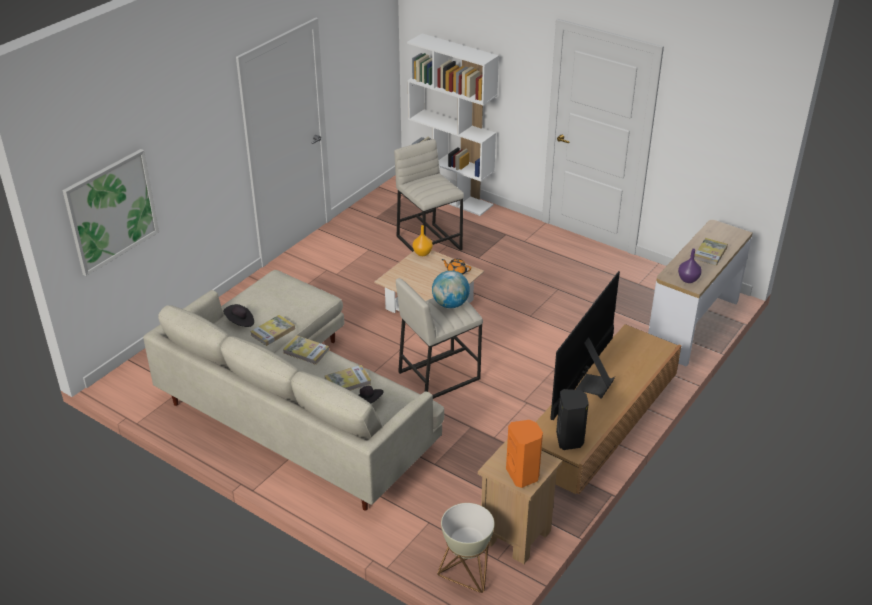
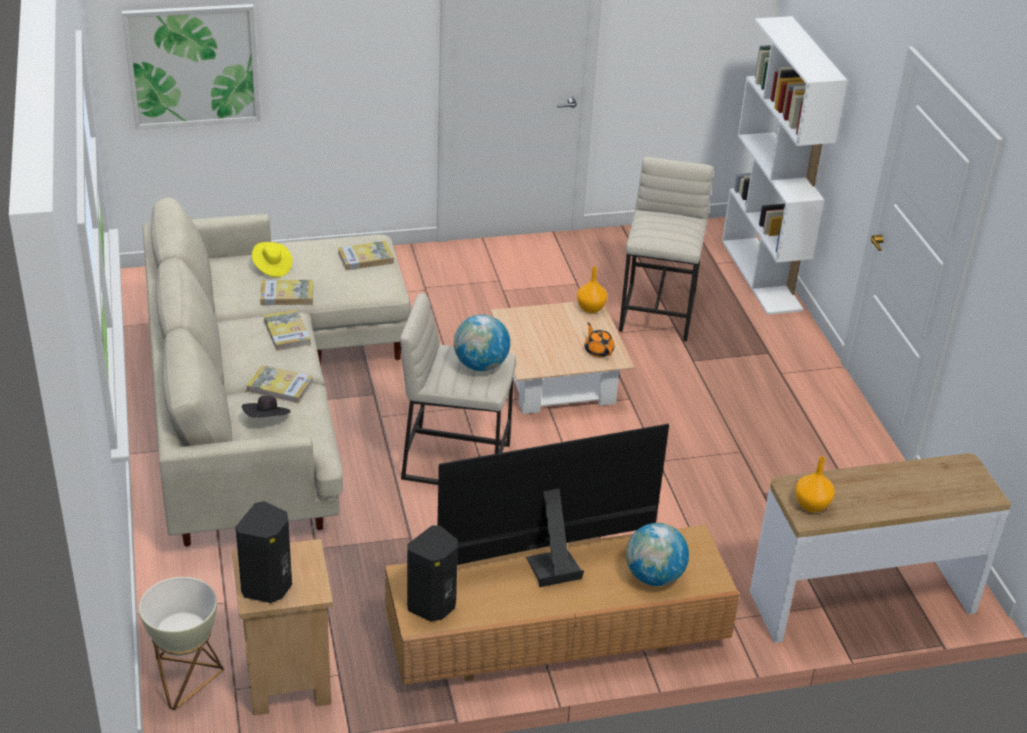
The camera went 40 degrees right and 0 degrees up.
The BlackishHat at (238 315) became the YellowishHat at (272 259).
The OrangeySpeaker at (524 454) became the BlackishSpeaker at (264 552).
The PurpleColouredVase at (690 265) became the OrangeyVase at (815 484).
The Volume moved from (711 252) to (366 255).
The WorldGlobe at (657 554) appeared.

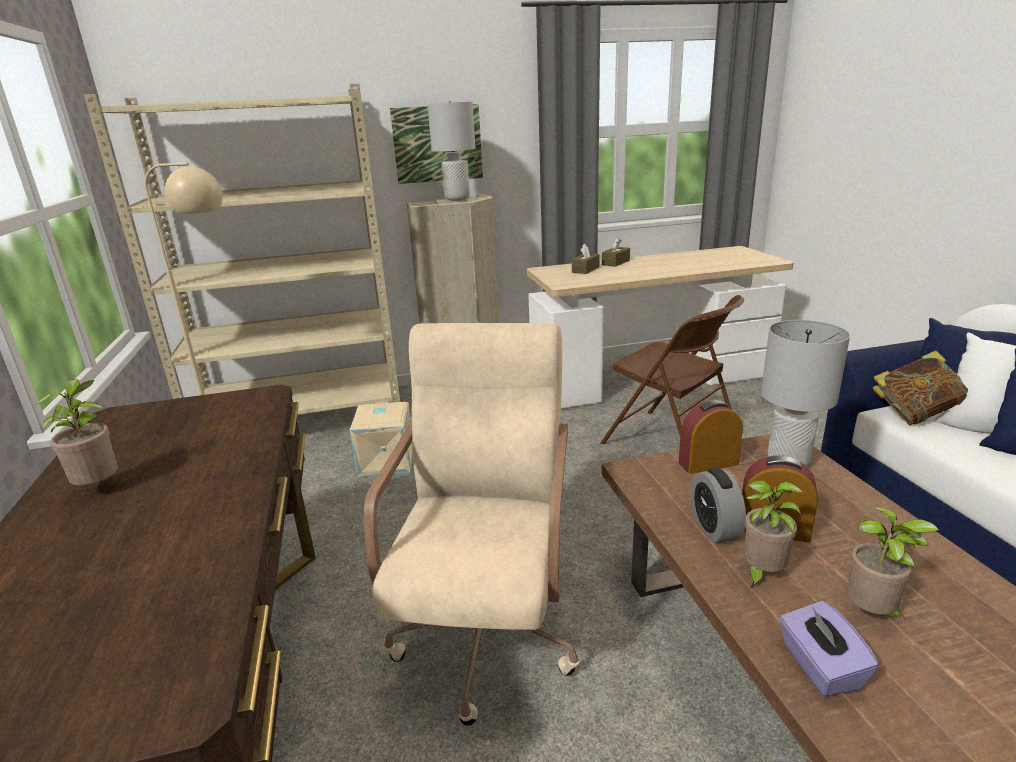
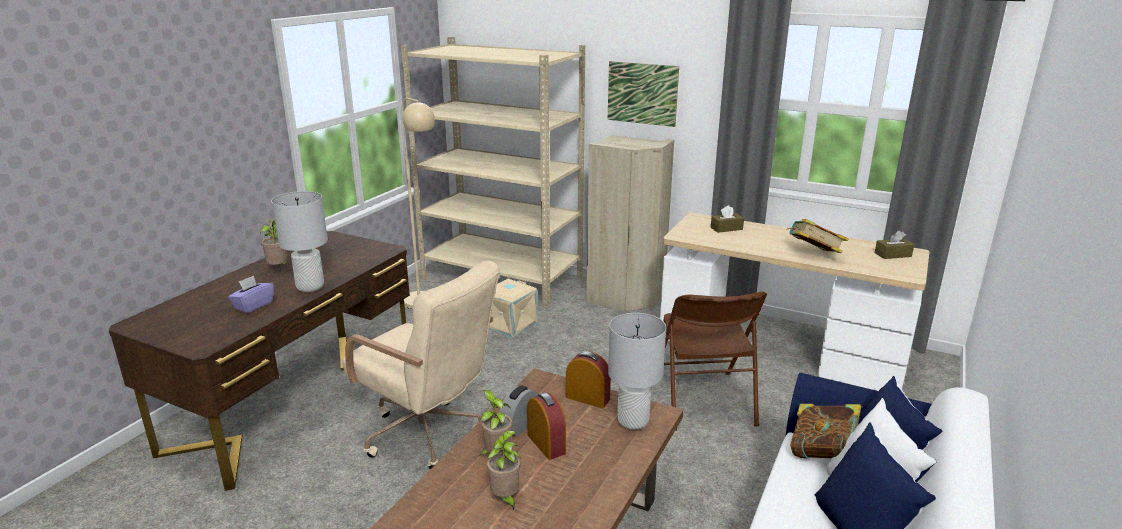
The camera went 40 degrees right and 0 degrees up.
The SandColouredOfficeChair at (472 524) turned 75 degrees clockwise.
The GreyishTabletopLamp moved from (451 151) to (299 241).
The BrownColouredBoxOfTissues moved from (616 252) to (894 245).
The PurpleColouredBoxOfTissues moved from (829 648) to (251 294).
The Volume at (818 236) appeared.

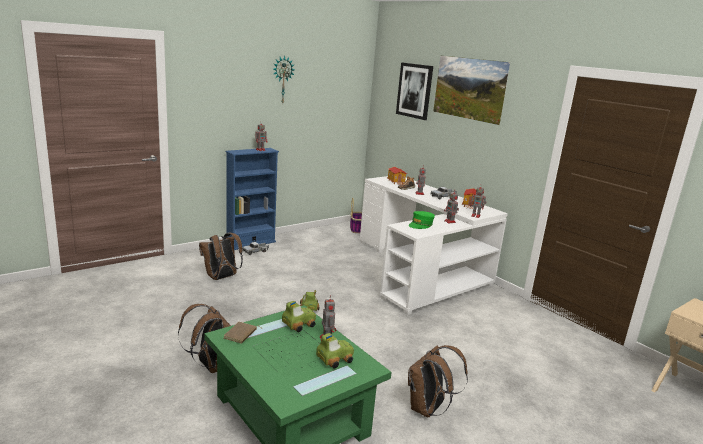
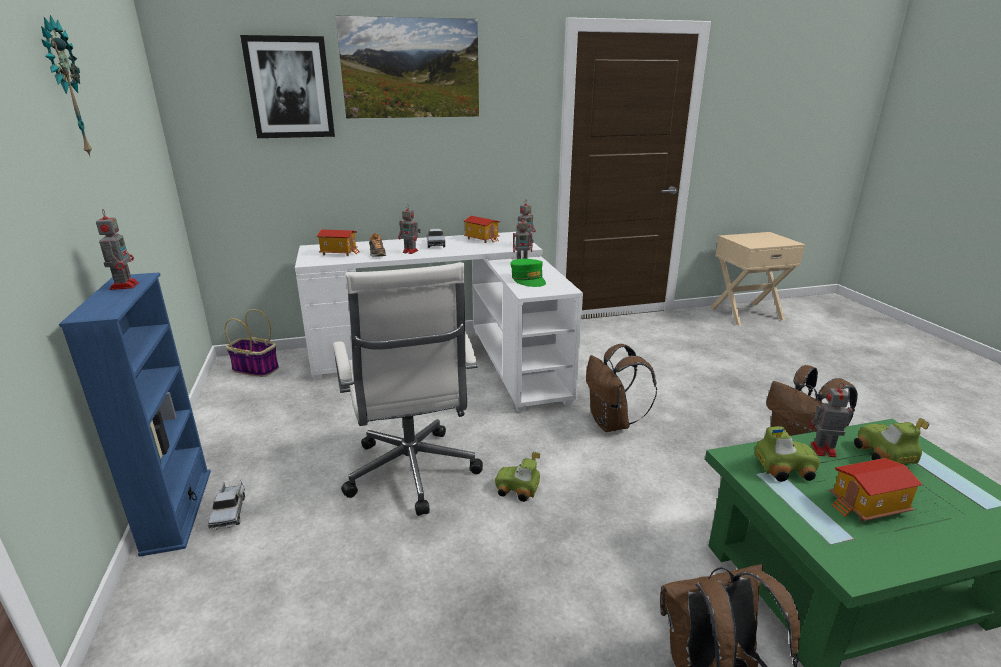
The camera went 65 degrees left and 5 degrees up.
The BrownColouredKnapsack moved from (221 256) to (621 388).
The BrownColouredVolume at (243 333) disappeared.
The ModelCar at (299 316) turned 105 degrees clockwise.
The WhiteOfficeChair at (408 389) appeared.
The MiniatureHouse at (876 489) appeared.

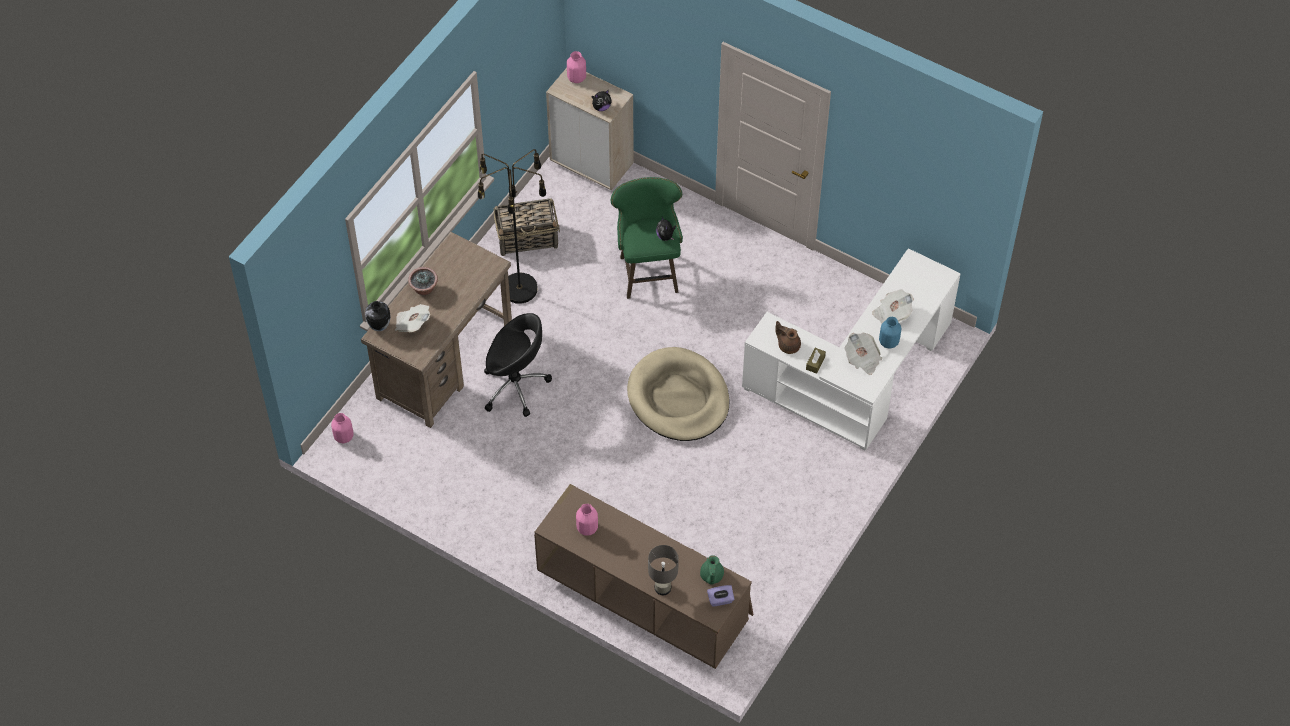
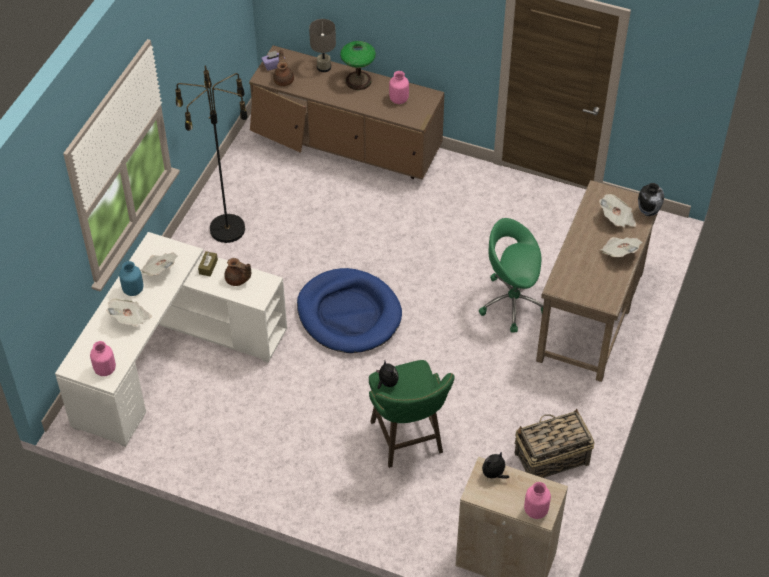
The camera went 170 degrees right and 5 degrees down.
The PinkColouredVase moved from (342 428) to (103 358).
The PottedPlant at (423 281) was replaced by the DailyPaper at (621 247).
The FloorLamp moved from (512 226) to (211 154).
The BlackishOfficeChair at (518 365) became the GreenColouredOfficeChair at (511 275).
The SandColouredDogBed at (678 394) became the BlueDogBed at (349 310).
The GreenColouredTeapot at (712 570) became the BrownColouredTeapot at (283 68).
The TabletopLamp at (358 65) appeared.

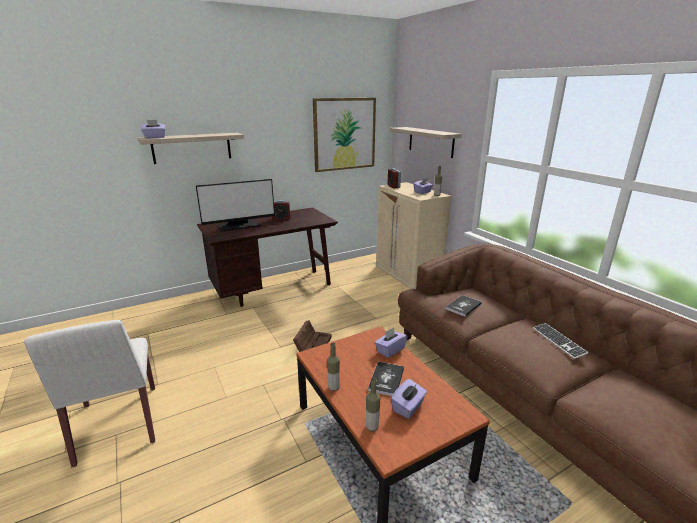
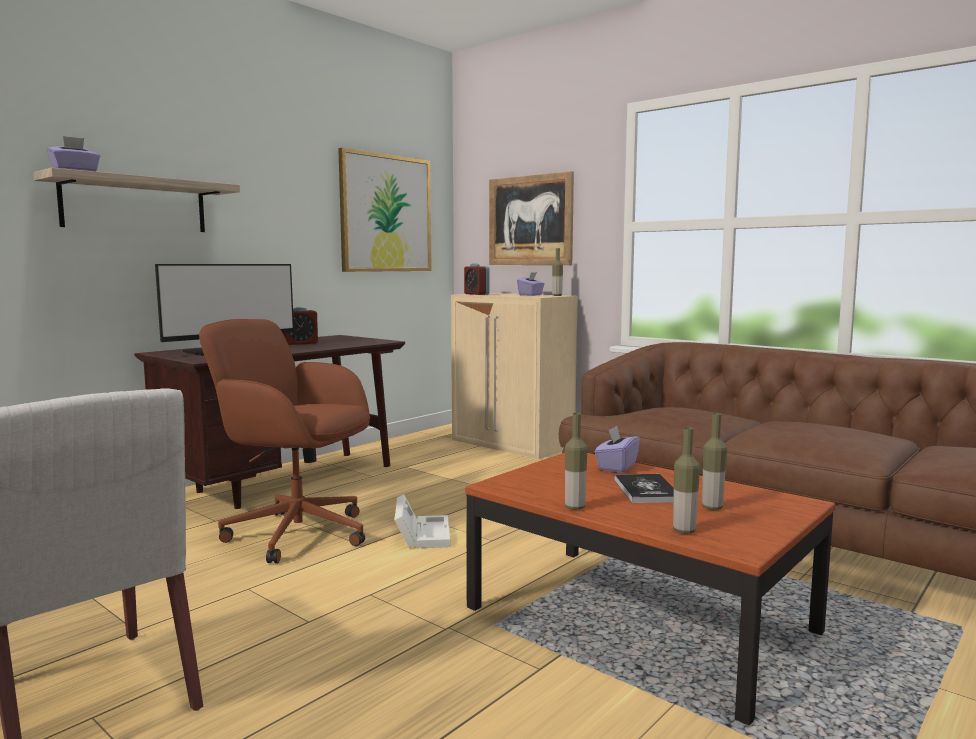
The camera went 20 degrees left and 15 degrees down.
The BrownColouredStorageContainer at (312 336) became the WhiteStorageContainer at (422 521).
The BracketShelf at (426 142) was replaced by the WallPicture at (531 218).
The PurpleColouredBoxOfTissues at (409 399) was replaced by the BeverageBottle at (714 461).
The Volume at (464 306) disappeared.
The PcKeyboard at (560 341) disappeared.
The BrownColouredOfficeChair at (284 441) appeared.

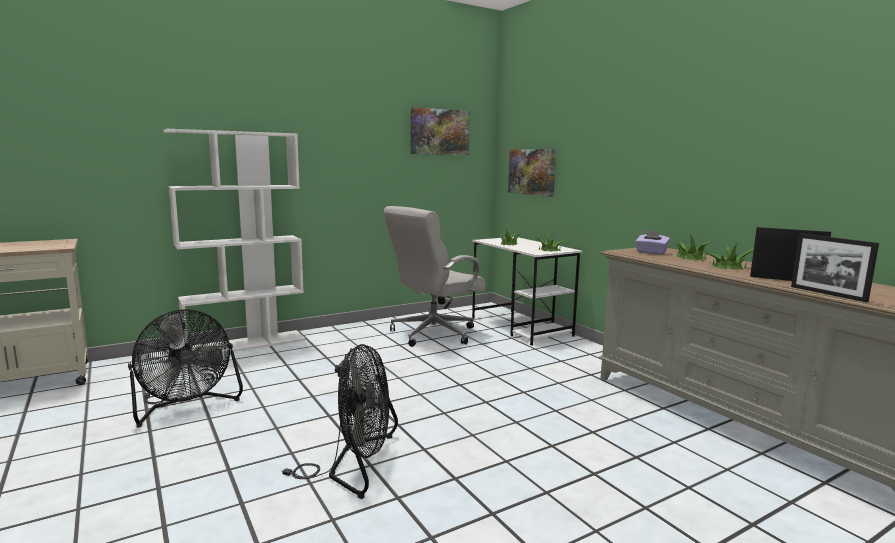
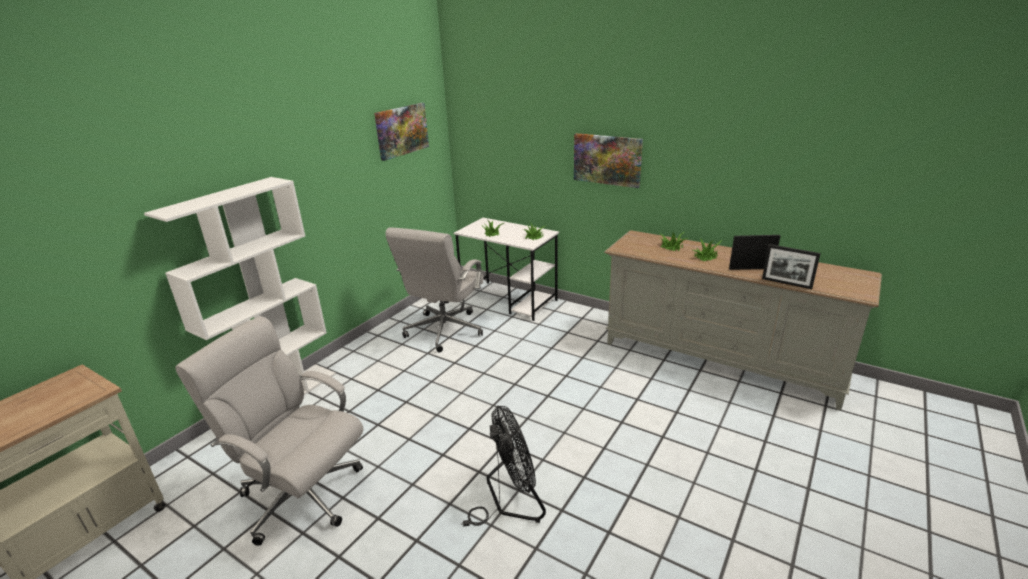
The camera went 25 degrees left and 15 degrees up.
The BlackishCoolingFan at (185 368) was replaced by the GreyishOfficeChair at (269 431).
The WallPicture moved from (532 173) to (608 160).
The PurpleColouredBoxOfTissues at (653 242) disappeared.

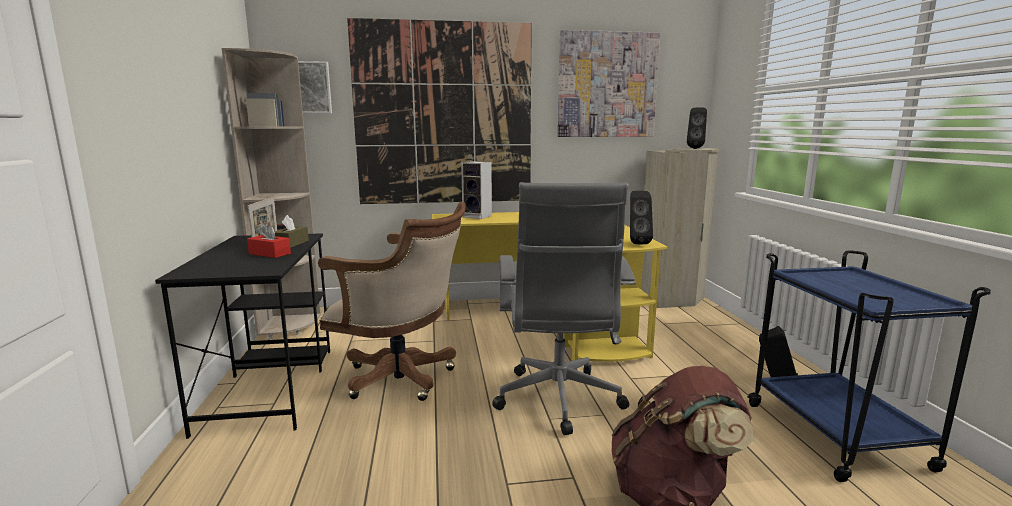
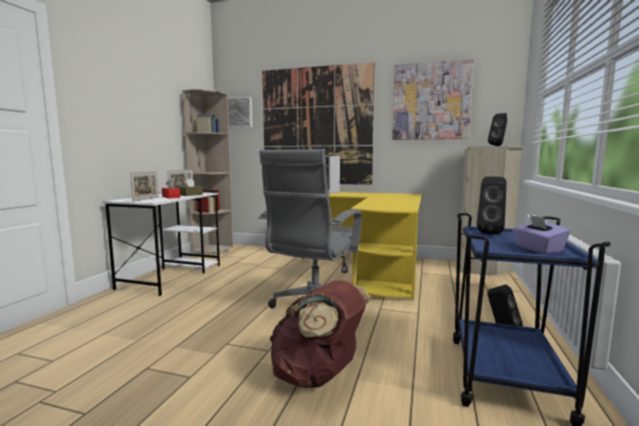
The camera went 25 degrees right and 5 degrees down.
The BlackishDesk at (242 336) became the WhiteDesk at (161 244).
The OfficeChair at (391 301) disappeared.
The BlackishSpeaker moved from (641 218) to (492 206).
The PictureFrame at (144 186) appeared.
The PurpleColouredBoxOfTissues at (541 234) appeared.

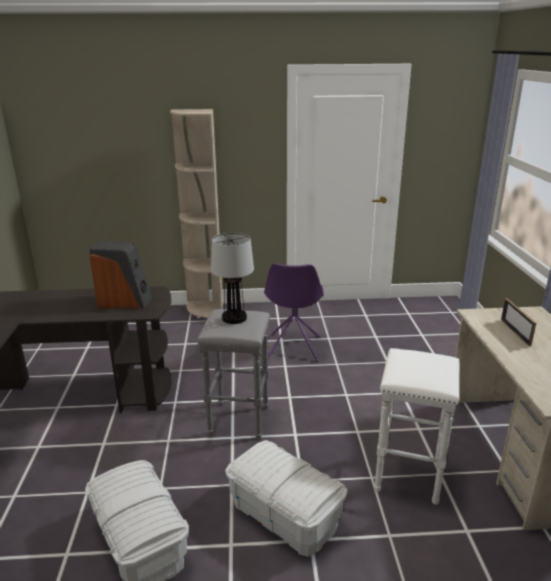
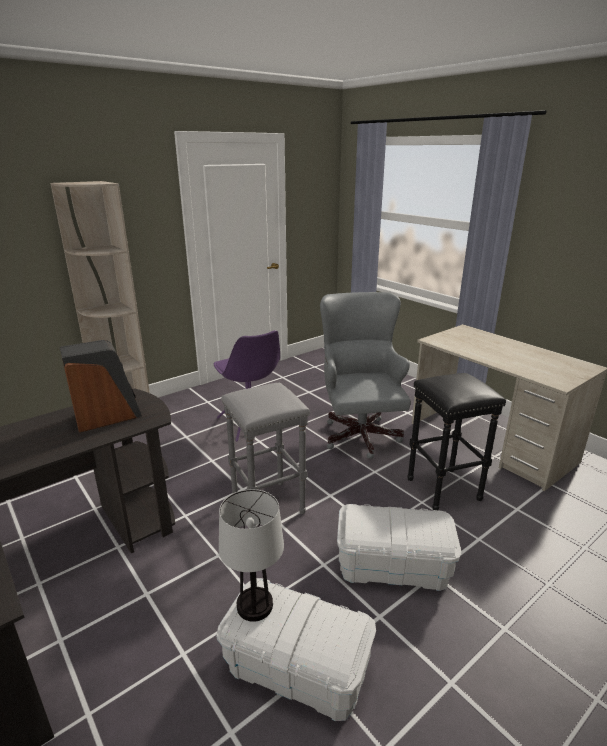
The camera went 35 degrees left and 0 degrees up.
The TabletopLamp moved from (232 278) to (251 555).
The WhiteSittingStool at (416 426) became the BlackishSittingStool at (456 441).
The PictureFrame at (518 322) disappeared.
The GreyishOfficeChair at (365 375) appeared.

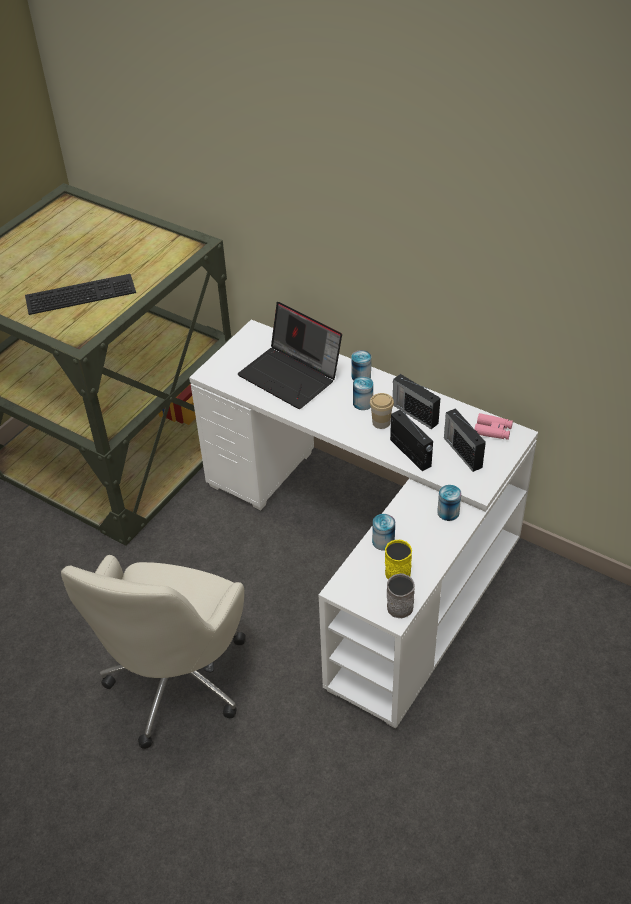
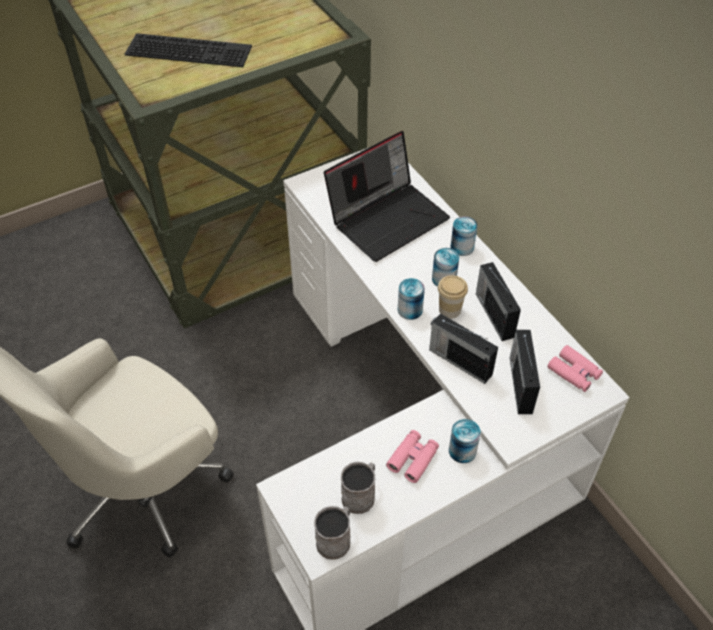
The camera went 25 degrees right and 5 degrees up.
The Laptop at (290 355) turned 105 degrees counterclockwise.
The Can moved from (383 532) to (411 299).
The YellowishTeaMug at (398 560) became the GreyishTeaMug at (358 487).
The RadioReceiver at (411 440) turned 135 degrees clockwise.
The PinkColouredBinoculars at (412 456) appeared.

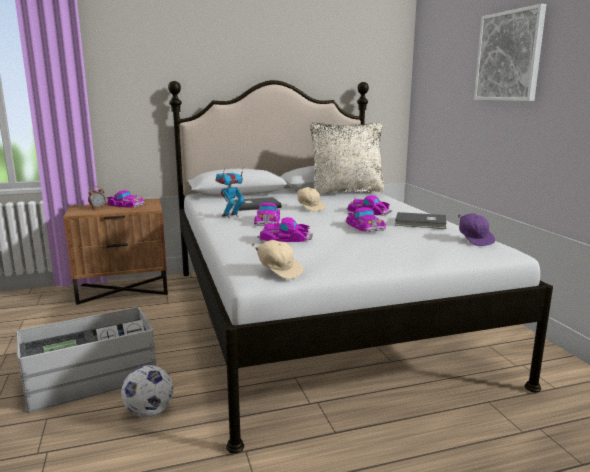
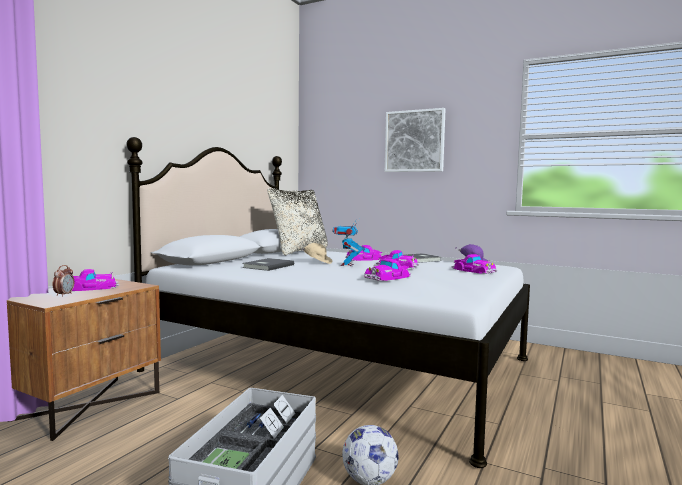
The camera went 45 degrees left and 10 degrees down.
The ToyRobot moved from (230 192) to (347 242).
The SandColouredCap at (277 259) disappeared.
The ModelCar moved from (267 214) to (474 264).

